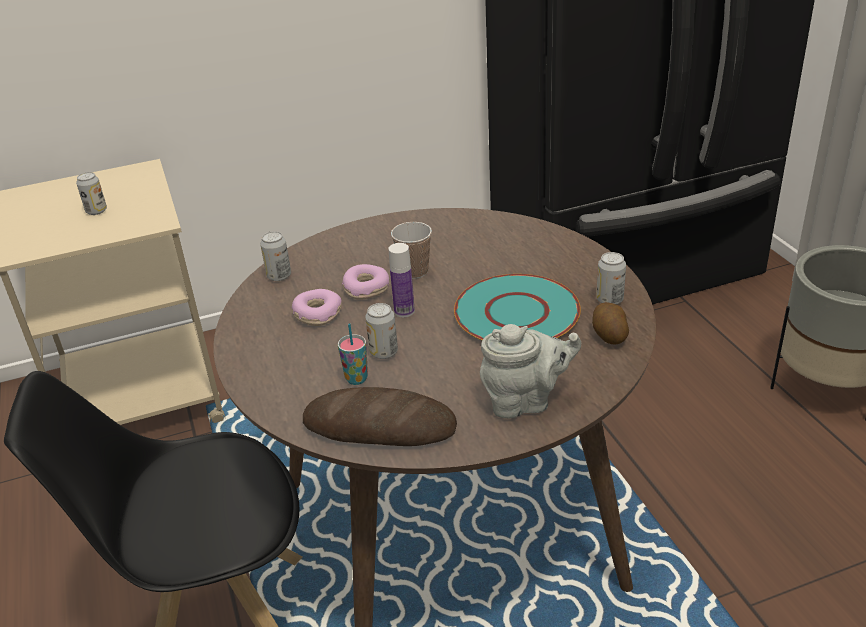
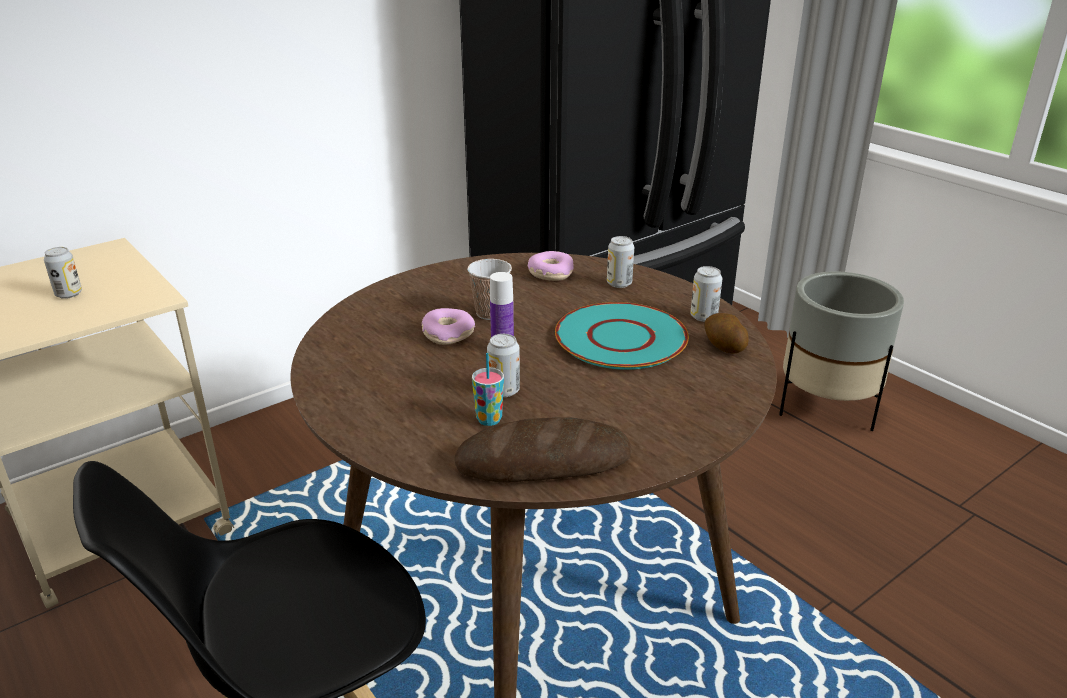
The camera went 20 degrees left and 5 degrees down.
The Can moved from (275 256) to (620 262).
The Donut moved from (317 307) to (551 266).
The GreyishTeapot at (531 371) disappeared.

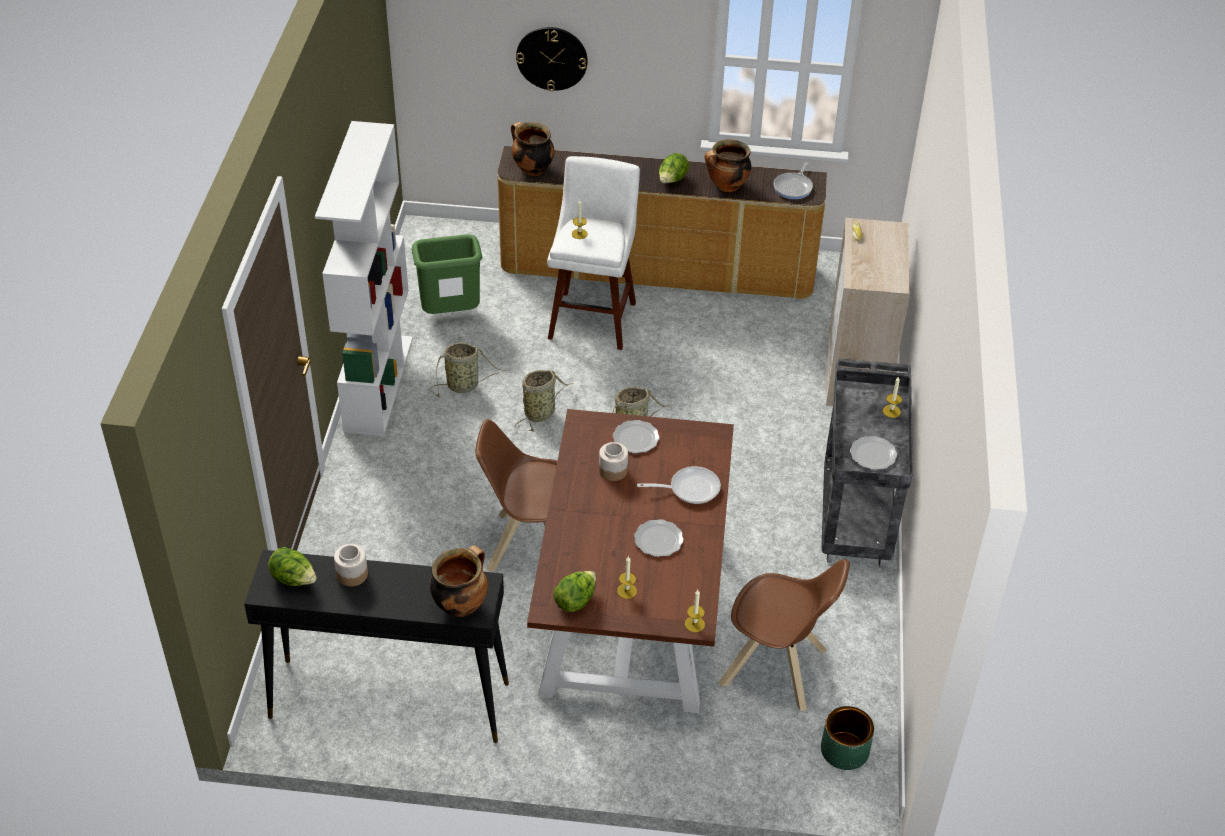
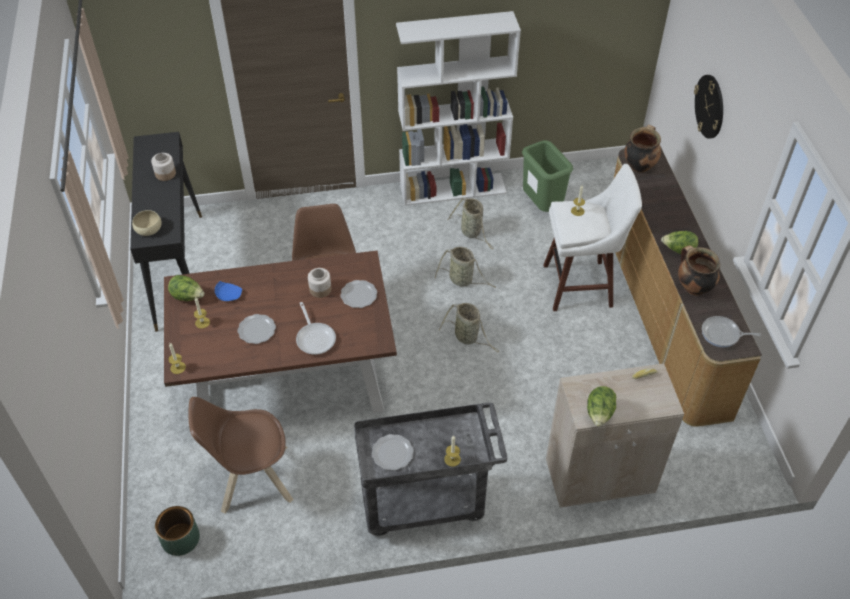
The camera went 75 degrees right and 5 degrees up.
The Lettuce moved from (292 566) to (601 406).
The Stockpot at (459 581) was replaced by the SandColouredDeepDish at (147 223).
The BrownColouredUprightChair at (784 635) turned 75 degrees clockwise.
The BluePlate at (228 291) appeared.

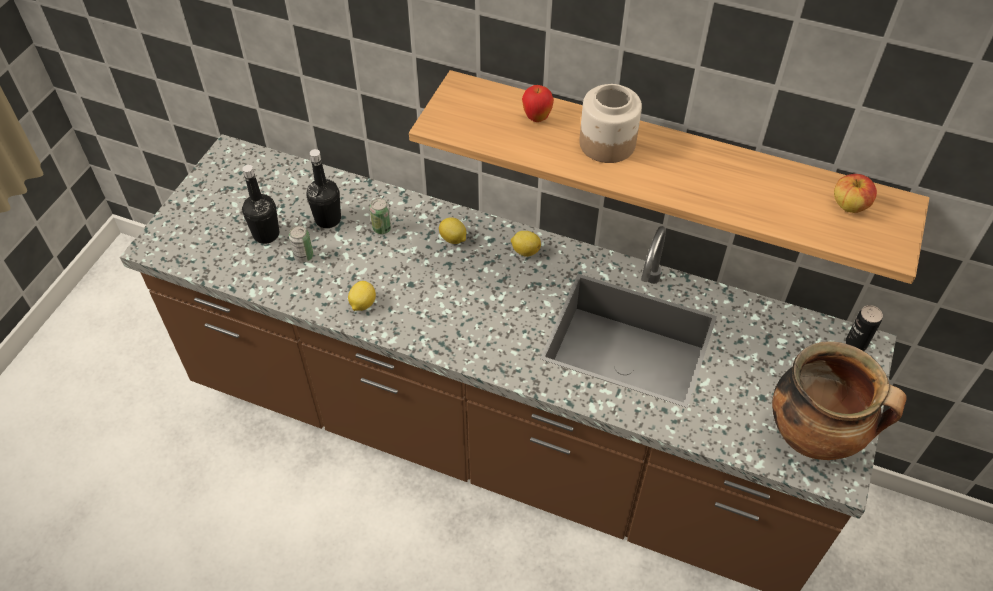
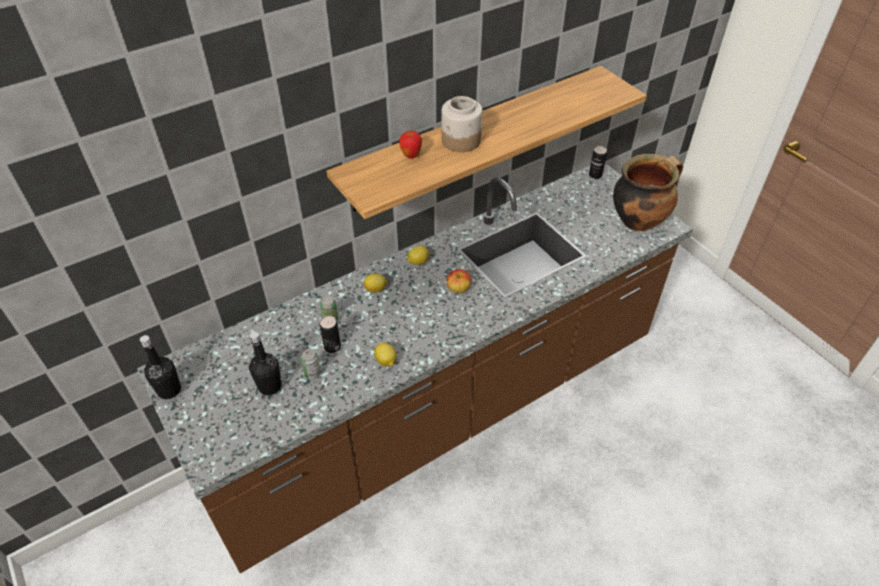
The camera went 55 degrees left and 5 degrees down.
The BlackishBeverageBottle moved from (323 188) to (160 367).
The AppleFruit moved from (855 193) to (459 281).
The Can at (330 334) appeared.

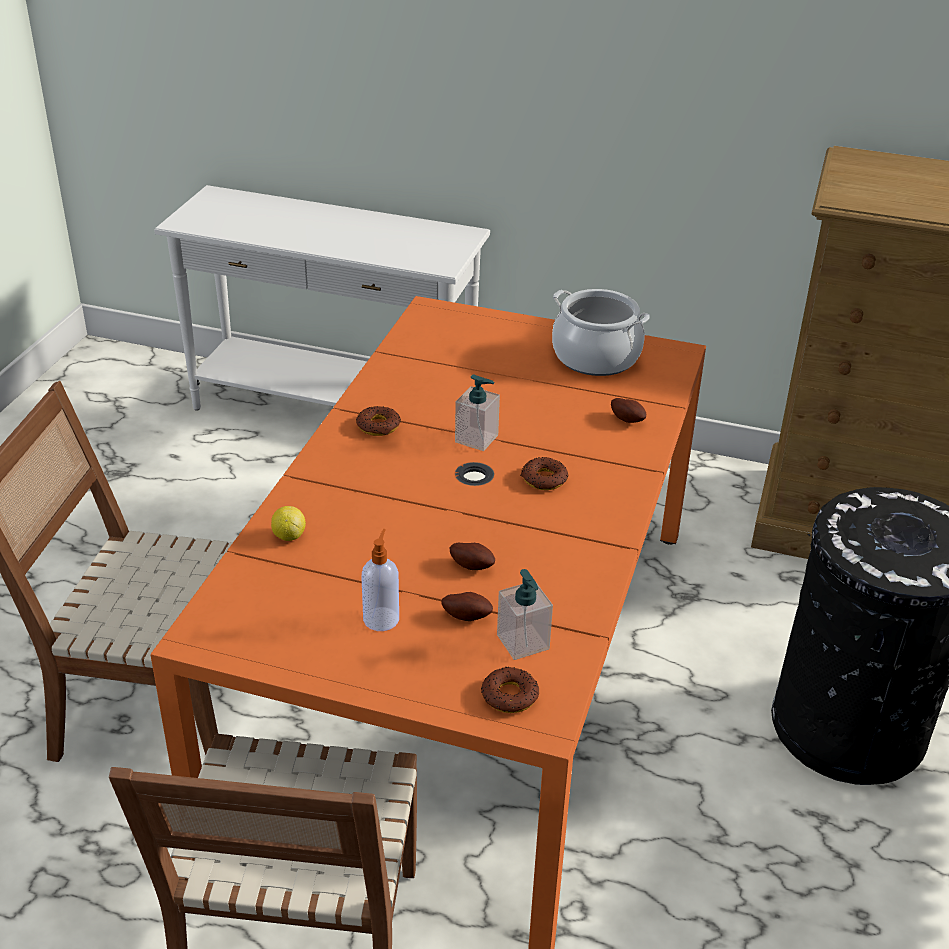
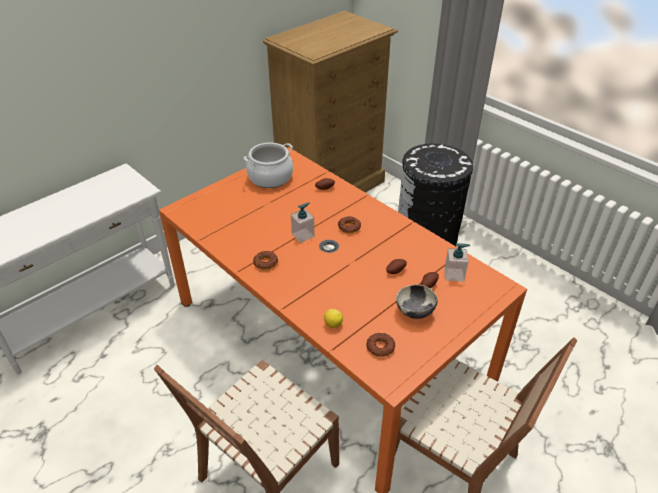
The camera went 60 degrees left and 5 degrees up.
The SoapBottle at (380 580) was replaced by the DeepDish at (416 302).
The Donut moved from (510 689) to (380 345).

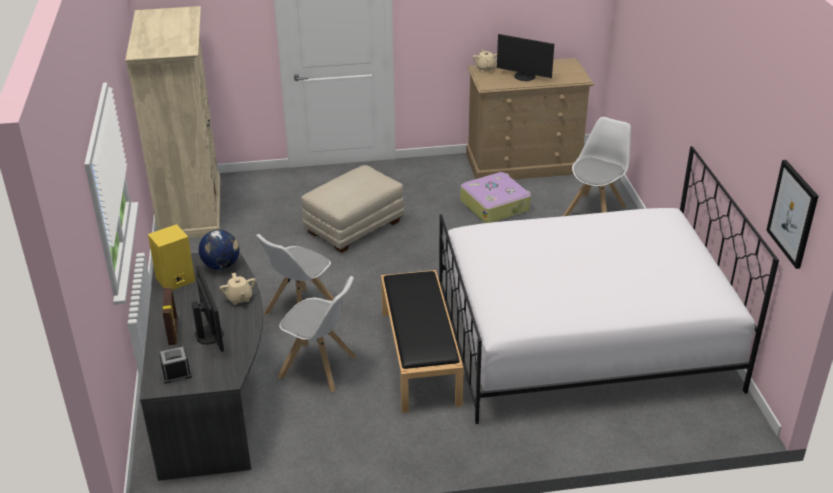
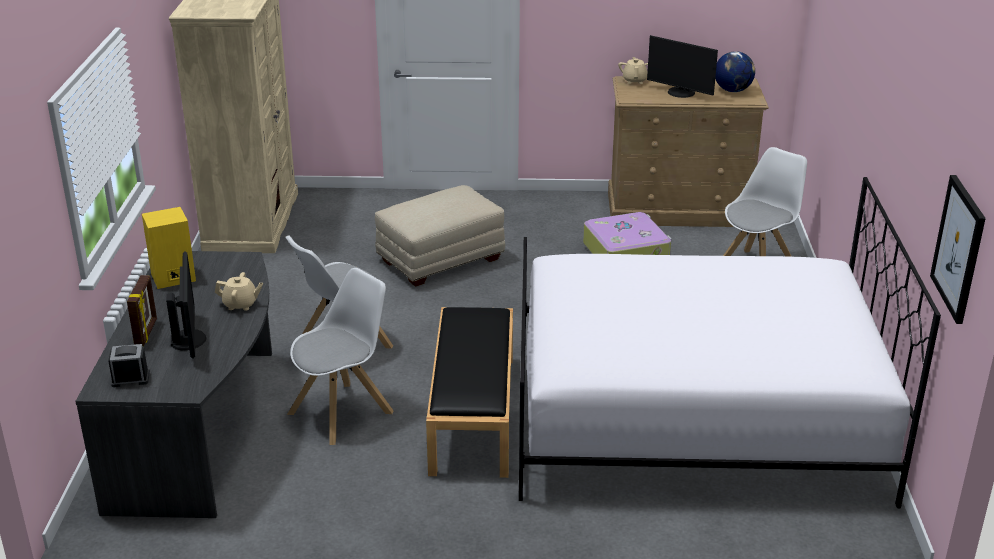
The camera went 10 degrees right and 5 degrees down.
The WorldGlobe moved from (219 250) to (735 71).
The SandColouredTeapot at (238 289) turned 75 degrees counterclockwise.
The UprightChair at (317 334) turned 75 degrees counterclockwise.

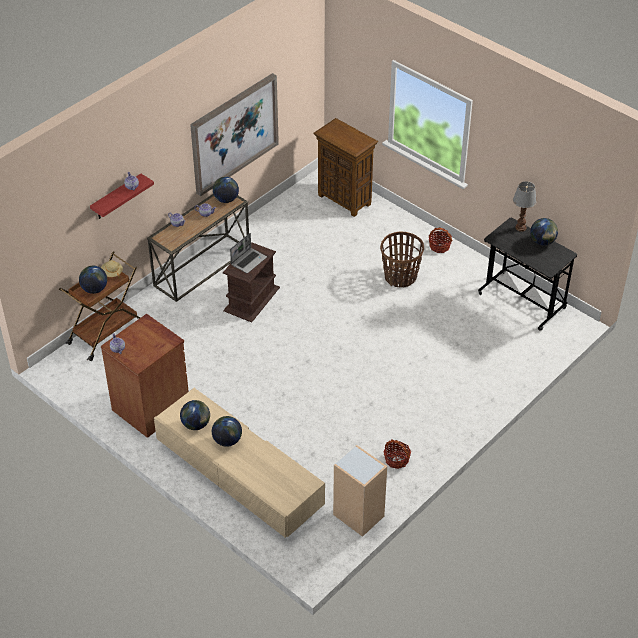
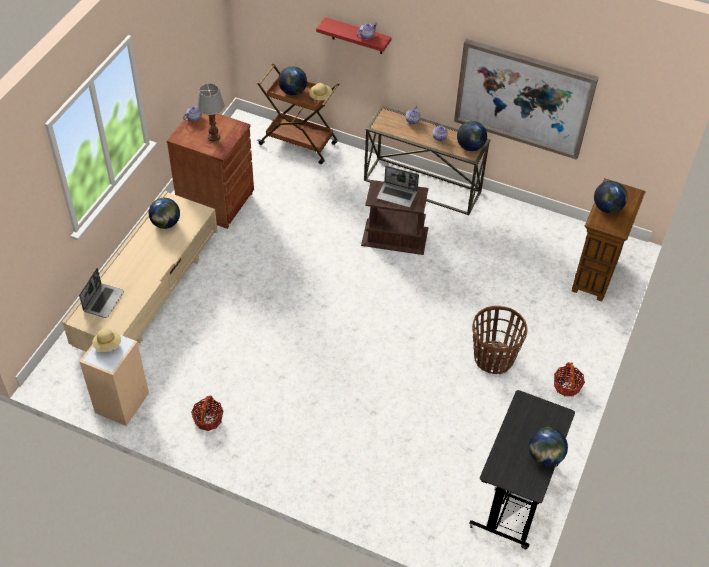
The camera went 70 degrees right and 5 degrees up.
The WorldGlobe moved from (227 431) to (610 197).
The TabletopLamp moved from (525 206) to (211 113).
The Laptop at (101 293) appeared.
The SandColouredHat at (106 340) appeared.

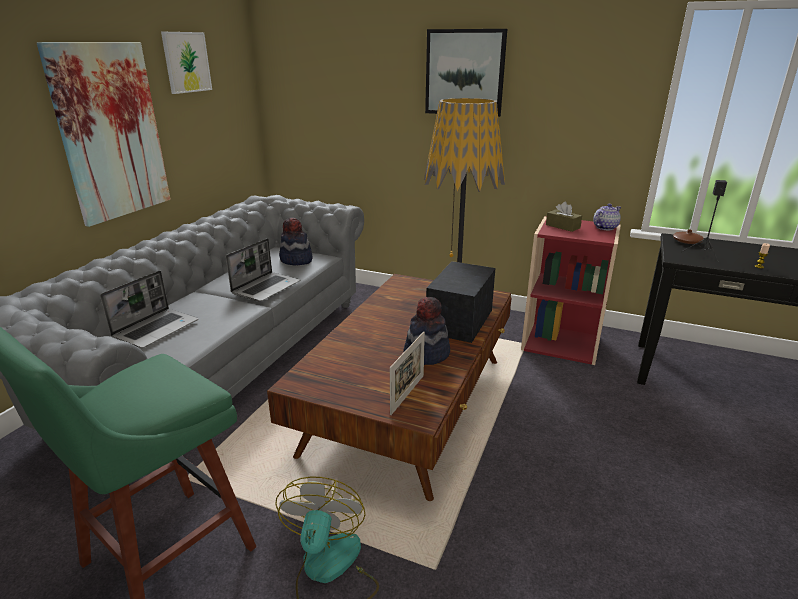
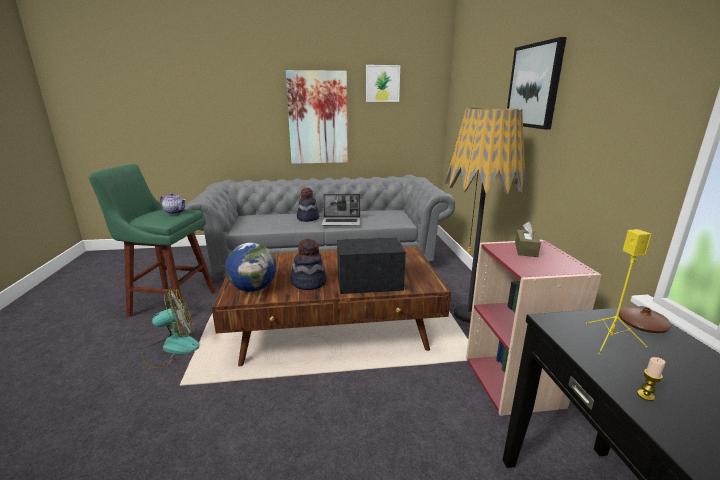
The camera went 60 degrees right and 5 degrees down.
The Laptop at (149 309) disappeared.
The Hat moved from (296 241) to (308 205).
The PictureFrame at (407 373) was replaced by the WorldGlobe at (250 267).
The Teapot moved from (607 217) to (173 204).
The BlackishSpeaker at (704 221) became the YellowishSpeaker at (618 291).

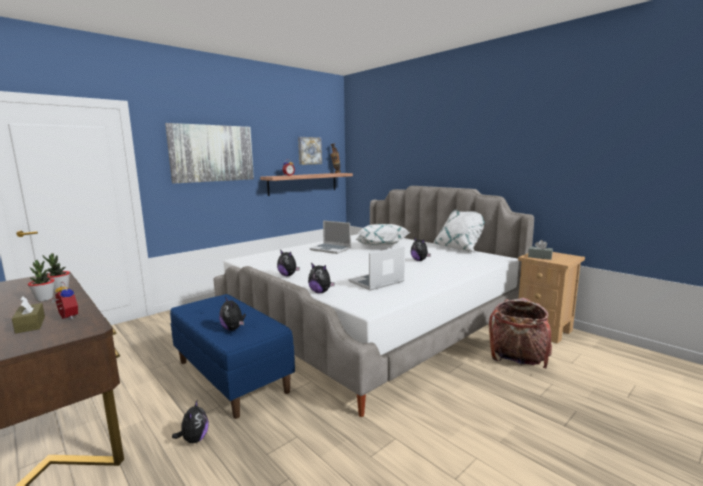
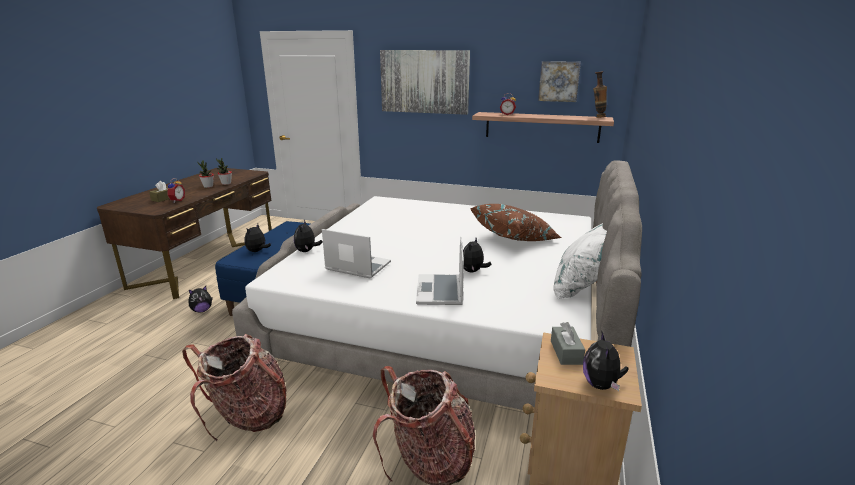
The camera went 60 degrees right and 10 degrees up.
The CuddlyToy moved from (288 263) to (606 361).
The Laptop moved from (330 237) to (440 271).
The WhiteCushion at (382 235) became the BrownColouredCushion at (516 222).
The Knapsack at (234 387) appeared.

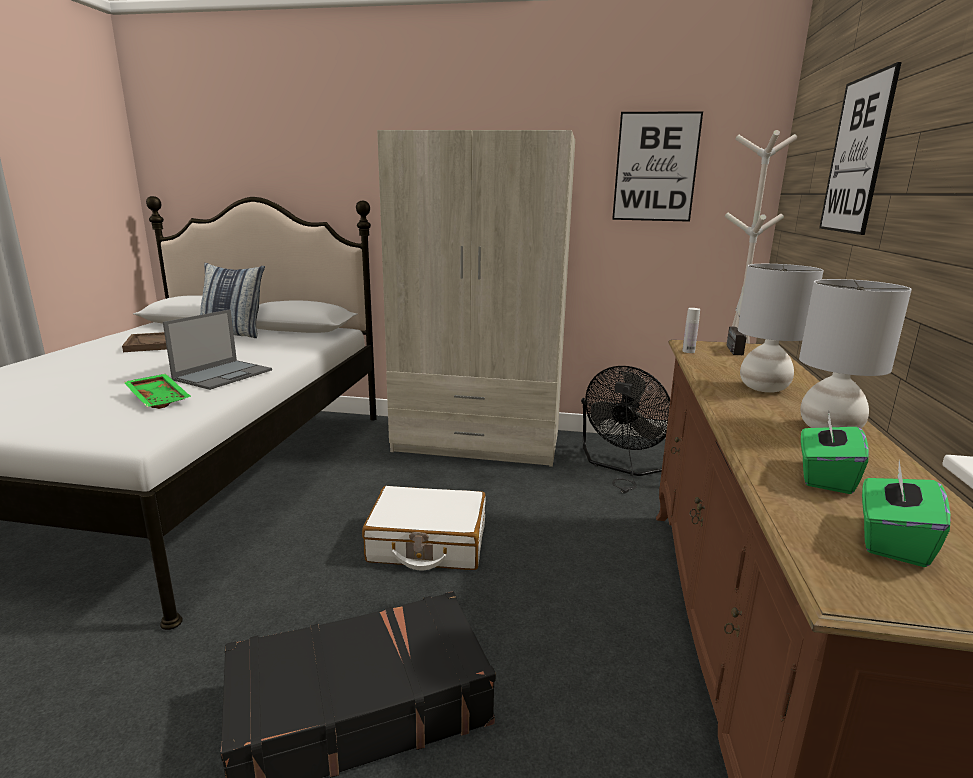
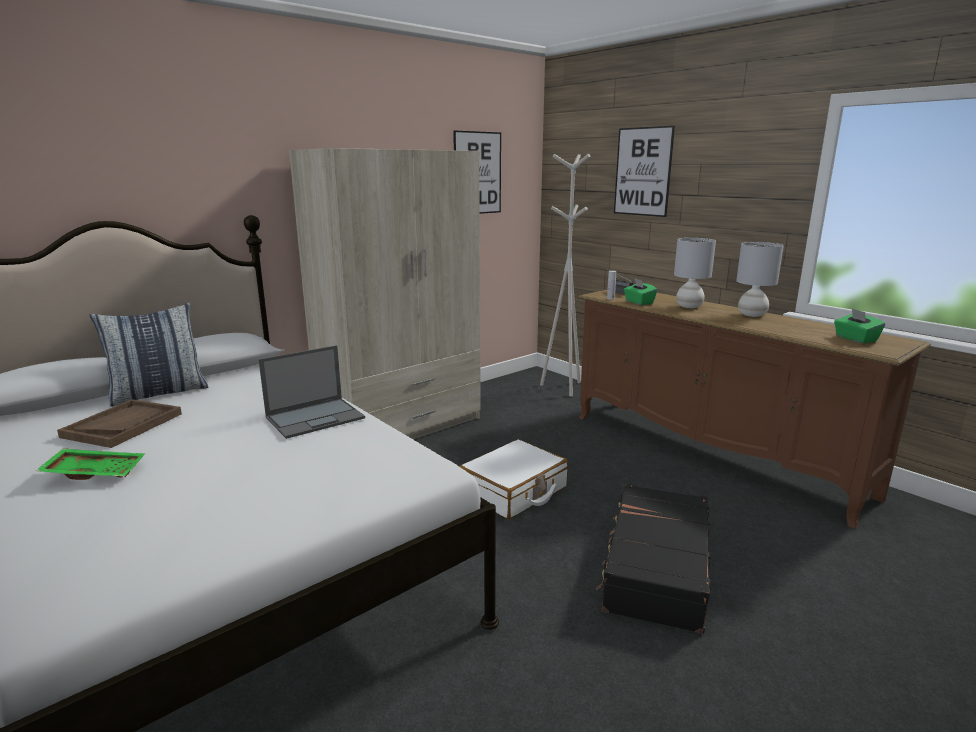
The camera went 50 degrees left and 0 degrees up.
The GreenColouredCarryingTray moved from (157 391) to (90 464).
The Laptop at (217 349) turned 75 degrees clockwise.
The BlackishCoolingFan at (625 430) disappeared.
The GreenColouredBoxOfTissues moved from (835 453) to (640 292).

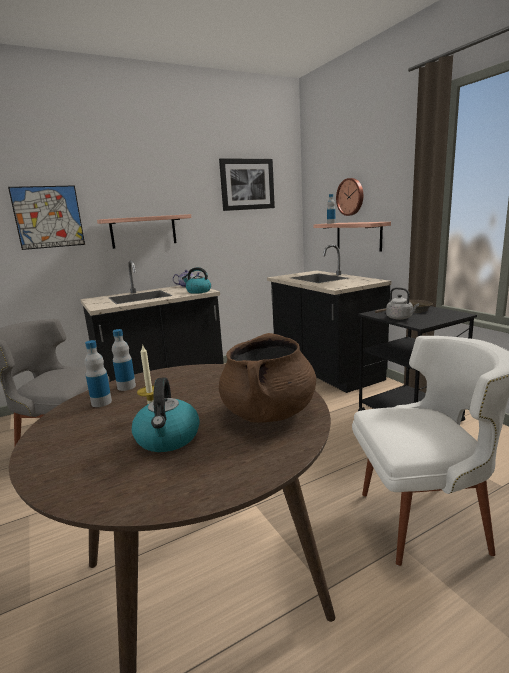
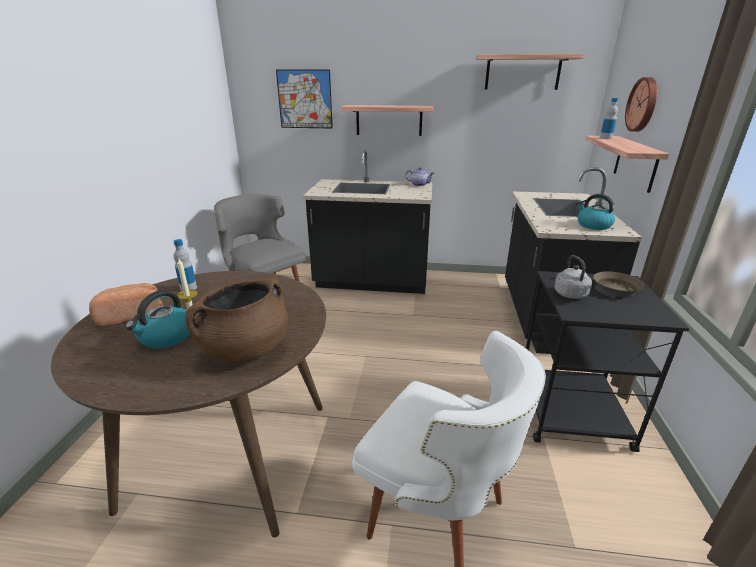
The camera went 35 degrees right and 10 degrees up.
The BeverageBottle at (124 360) disappeared.
The Kettle moved from (196 280) to (595 212).
The WallPicture at (247 184) was replaced by the BracketShelf at (530 72).
The Bread at (126 304) appeared.

